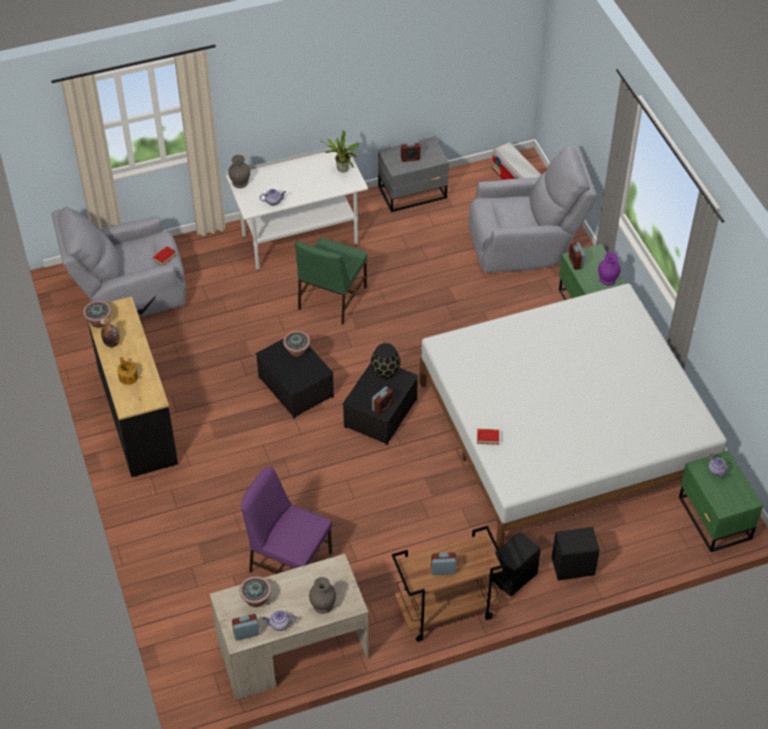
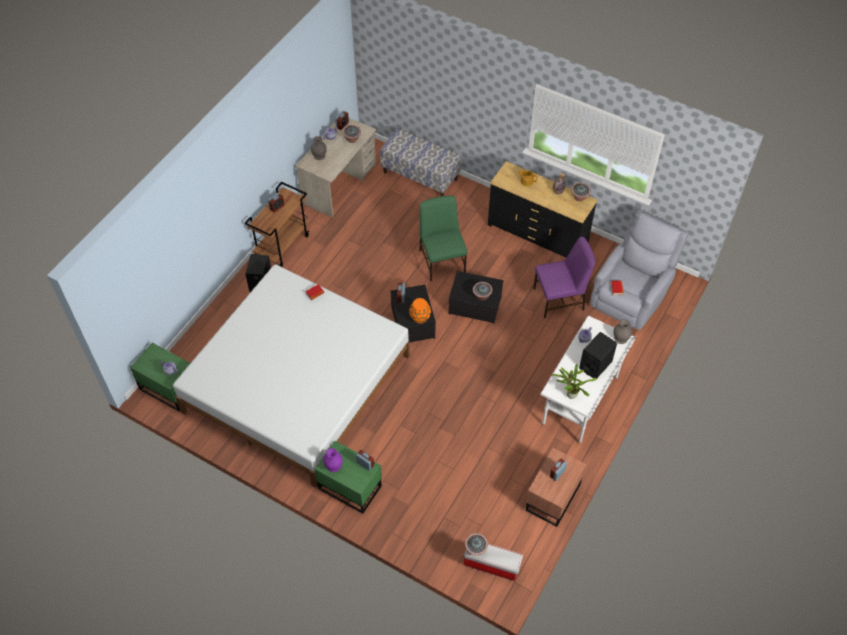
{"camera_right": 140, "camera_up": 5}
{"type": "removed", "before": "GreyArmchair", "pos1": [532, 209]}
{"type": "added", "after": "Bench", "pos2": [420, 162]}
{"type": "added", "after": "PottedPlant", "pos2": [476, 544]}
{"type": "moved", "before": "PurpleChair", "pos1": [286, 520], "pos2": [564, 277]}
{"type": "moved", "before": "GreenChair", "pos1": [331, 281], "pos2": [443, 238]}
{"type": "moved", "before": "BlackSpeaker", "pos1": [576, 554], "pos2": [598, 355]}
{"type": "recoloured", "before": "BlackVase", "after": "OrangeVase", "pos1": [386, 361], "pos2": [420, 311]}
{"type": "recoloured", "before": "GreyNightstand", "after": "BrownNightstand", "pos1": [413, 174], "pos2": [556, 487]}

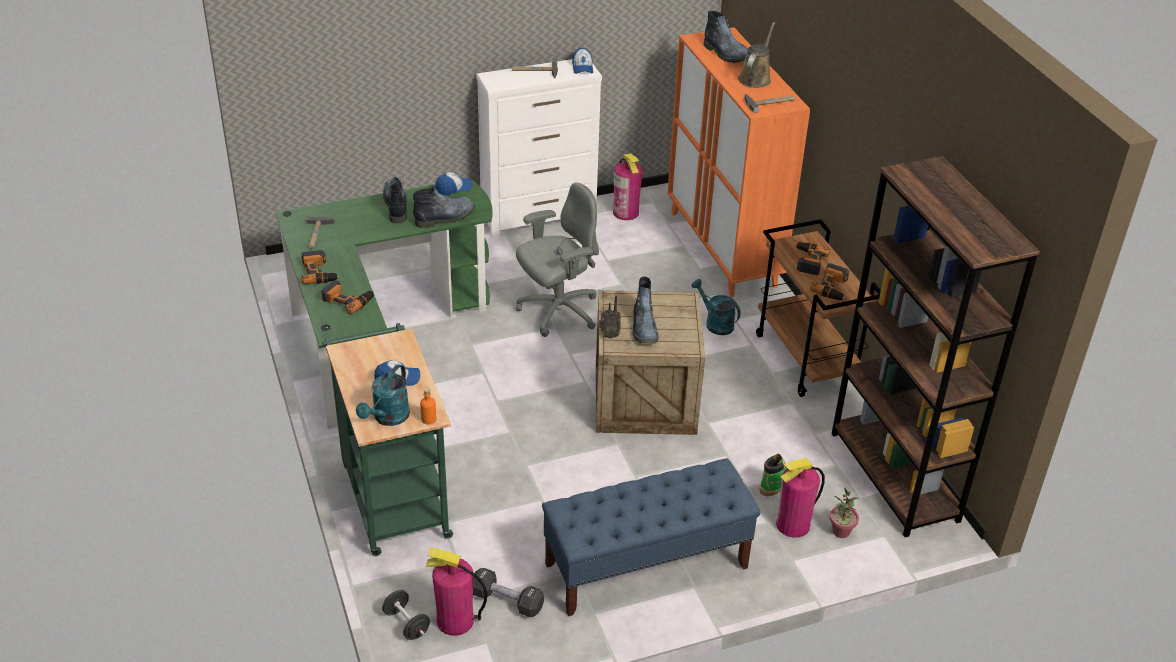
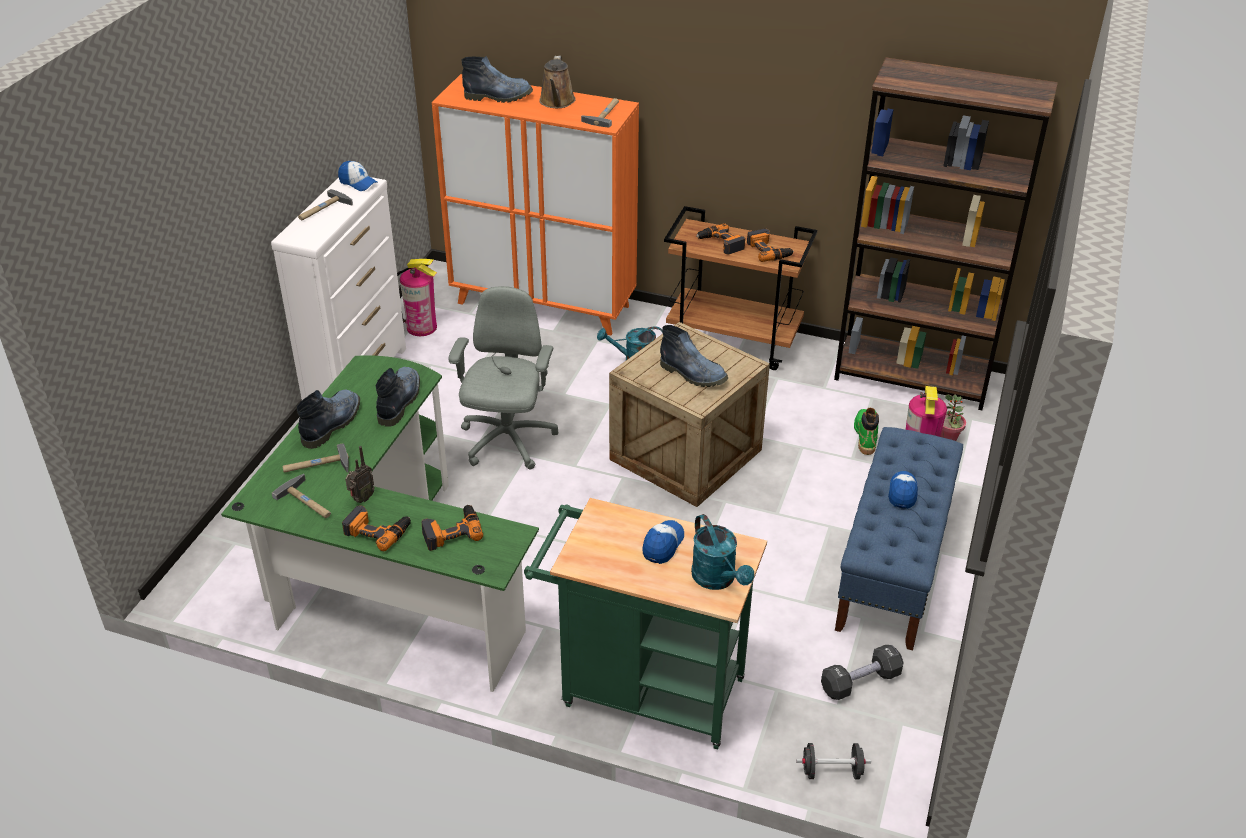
{"camera_right": -50, "camera_up": 0}
{"type": "removed", "before": "OrangeBottle", "pos1": [428, 406]}
{"type": "removed", "before": "FireExtinguisher", "pos1": [456, 591]}
{"type": "added", "after": "Hammer", "pos2": [315, 458]}
{"type": "moved", "before": "Cap", "pos1": [453, 184], "pos2": [903, 490]}
{"type": "moved", "before": "Radio", "pos1": [610, 316], "pos2": [360, 474]}
{"type": "turned", "before": "Boot", "pos1": [395, 200], "pos2": [328, 419], "turn": 90}
{"type": "turned", "before": "BrownWateringCan", "pos1": [756, 55], "pos2": [557, 82], "turn": -150}

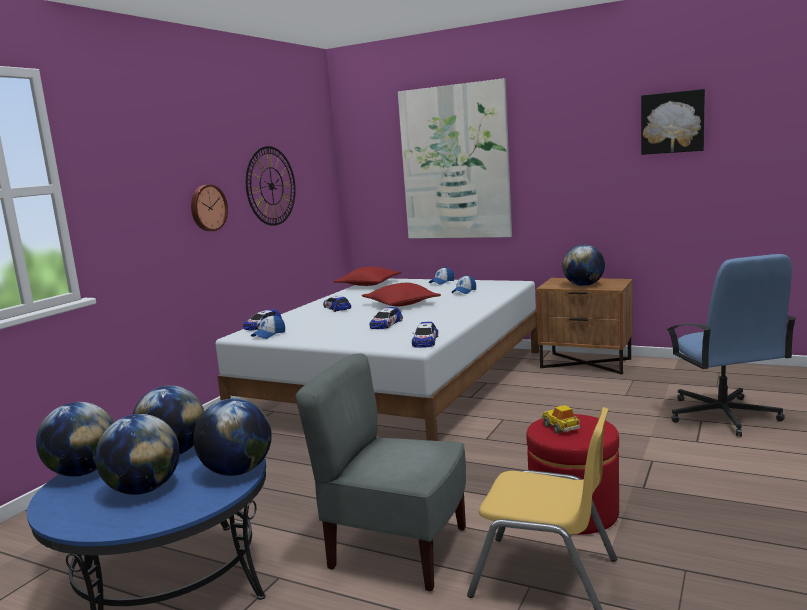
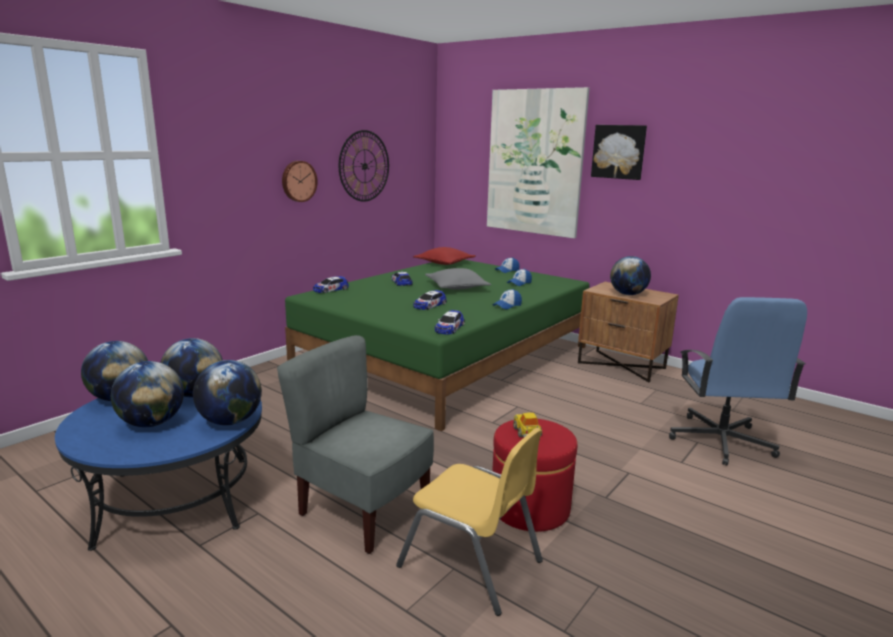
{"camera_right": 10, "camera_up": 5}
{"type": "moved", "before": "Cap", "pos1": [268, 327], "pos2": [507, 299]}
{"type": "moved", "before": "Picture", "pos1": [673, 122], "pos2": [619, 152]}
{"type": "recoloured", "before": "WhiteBed", "after": "GreenBed", "pos1": [377, 360], "pos2": [437, 345]}
{"type": "recoloured", "before": "RedPillow", "after": "GreyPillow", "pos1": [401, 294], "pos2": [458, 279]}

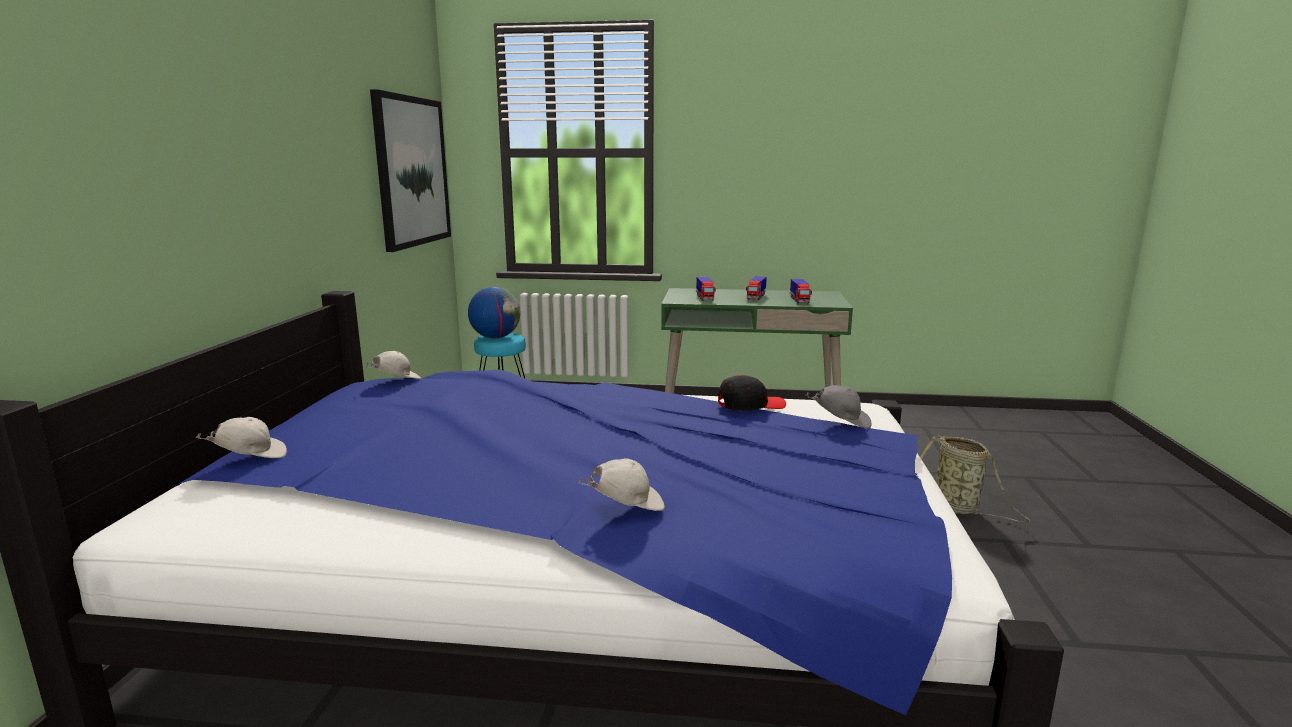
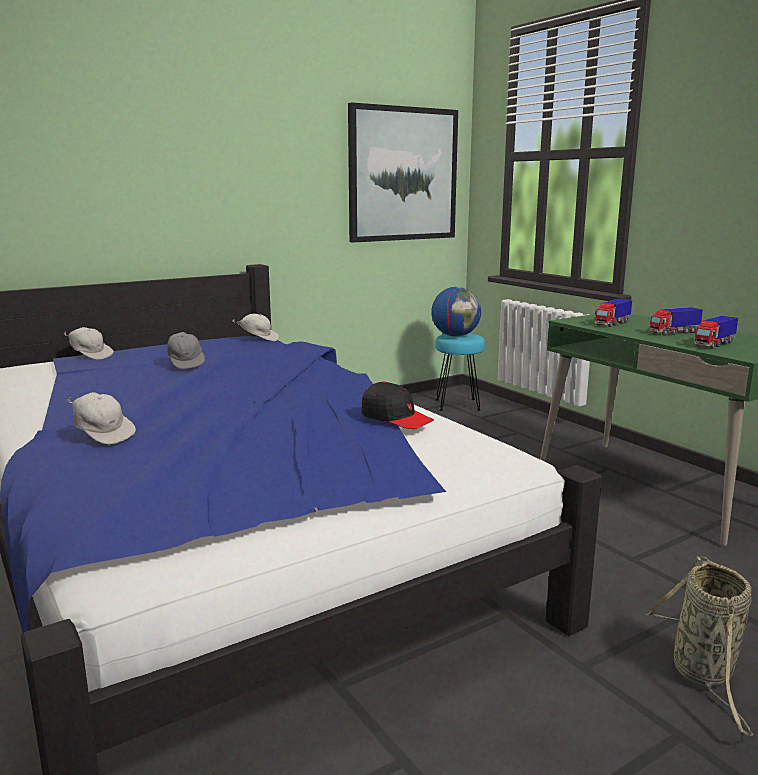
{"camera_right": 50, "camera_up": 0}
{"type": "moved", "before": "GreyCap", "pos1": [839, 407], "pos2": [186, 350]}

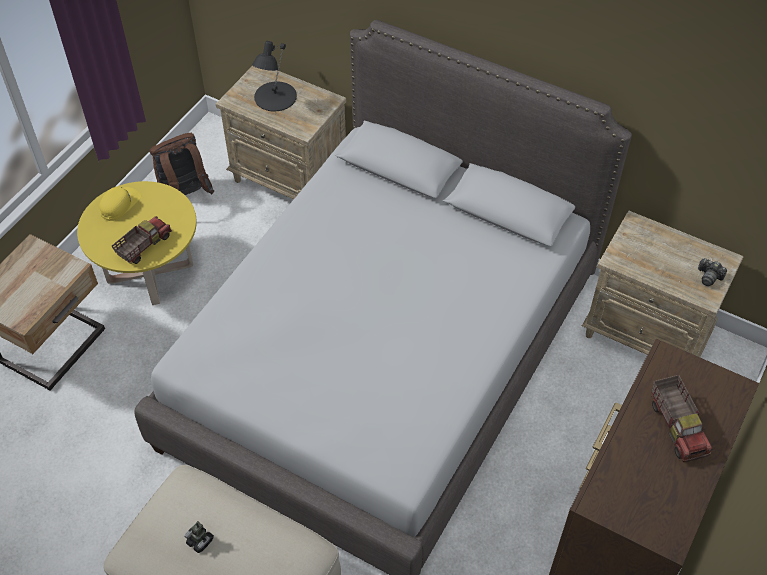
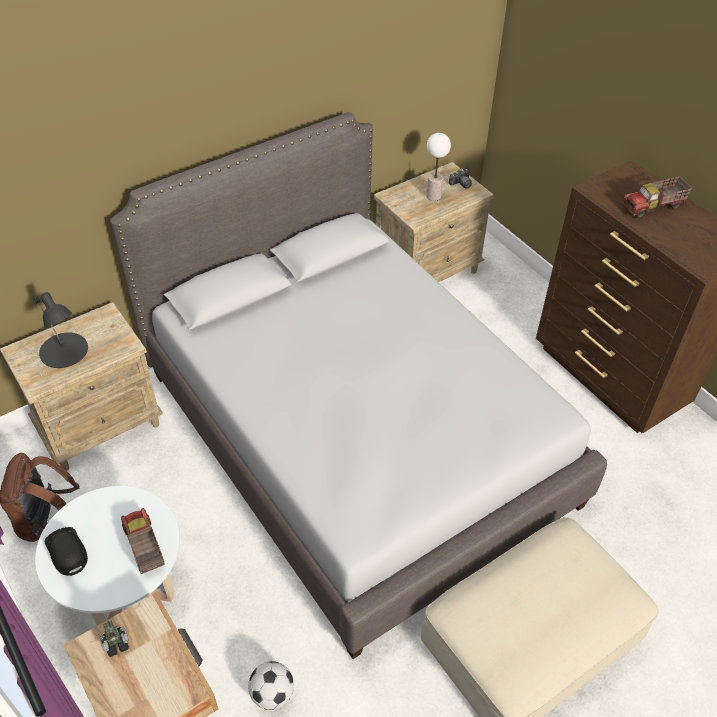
{"camera_right": -65, "camera_up": -5}
{"type": "added", "after": "Football", "pos2": [271, 685]}
{"type": "added", "after": "TableLamp", "pos2": [438, 167]}
{"type": "moved", "before": "ToyRobot", "pos1": [199, 537], "pos2": [114, 639]}
{"type": "recoloured", "before": "YellowCoffeeTable", "after": "WhiteCoffeeTable", "pos1": [137, 243], "pos2": [107, 556]}
{"type": "recoloured", "before": "YellowCap", "after": "BlackCap", "pos1": [120, 204], "pos2": [66, 551]}
{"type": "turned", "before": "ToyTruck", "pos1": [681, 418], "pos2": [657, 197], "turn": 150}

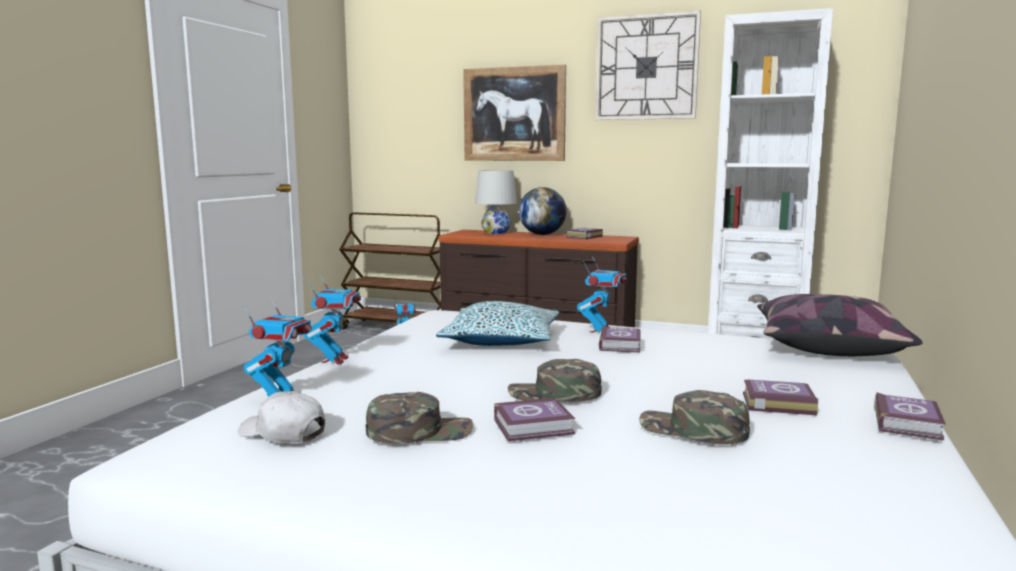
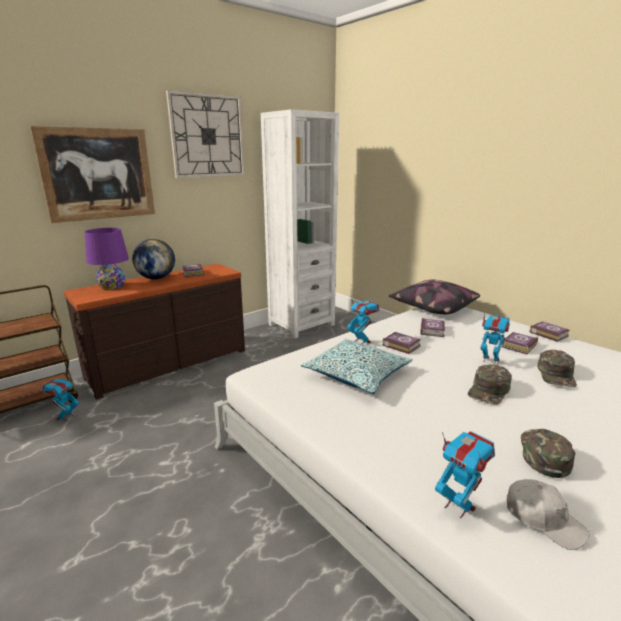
{"camera_right": -60, "camera_up": 10}
{"type": "moved", "before": "ToyRobot", "pos1": [332, 319], "pos2": [495, 338]}
{"type": "moved", "before": "Book", "pos1": [534, 419], "pos2": [432, 327]}
{"type": "recoloured", "before": "WhiteTableLamp", "after": "PurpleTableLamp", "pos1": [496, 202], "pos2": [106, 258]}
{"type": "turned", "before": "WhiteCap", "pos1": [281, 417], "pos2": [548, 514], "turn": -105}
{"type": "turned", "before": "GreenCap", "pos1": [694, 417], "pos2": [557, 368], "turn": -45}

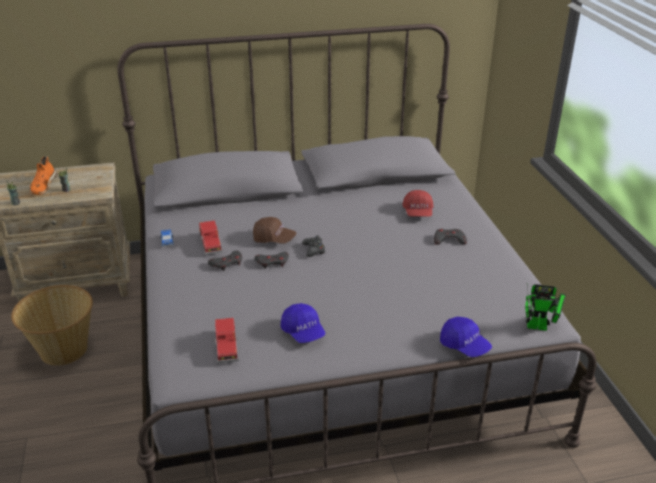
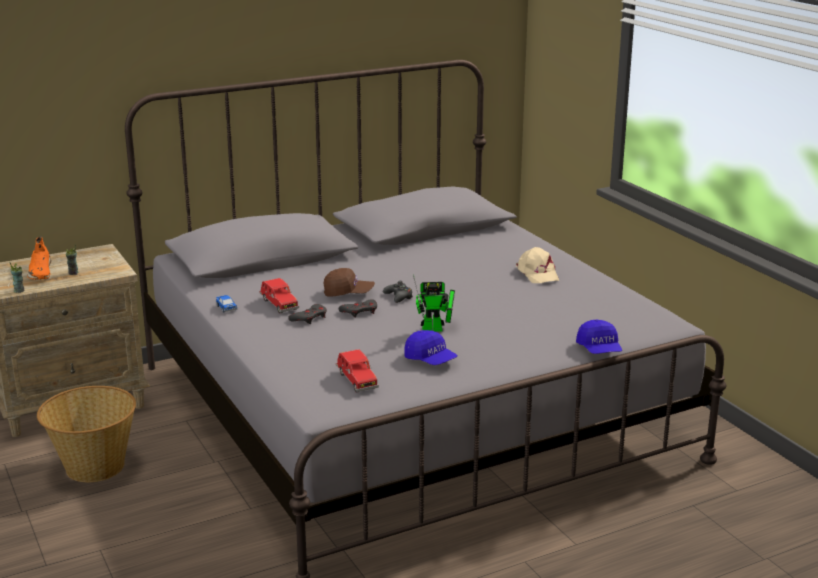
{"camera_right": -15, "camera_up": -10}
{"type": "removed", "before": "RedCap", "pos1": [417, 203]}
{"type": "moved", "before": "ToyRobot", "pos1": [545, 307], "pos2": [434, 303]}
{"type": "replaced", "before": "GreyGameController", "after": "BeigeCap", "pos1": [450, 237], "pos2": [537, 265]}
{"type": "turned", "before": "BlueCap", "pos1": [466, 337], "pos2": [599, 337], "turn": 45}

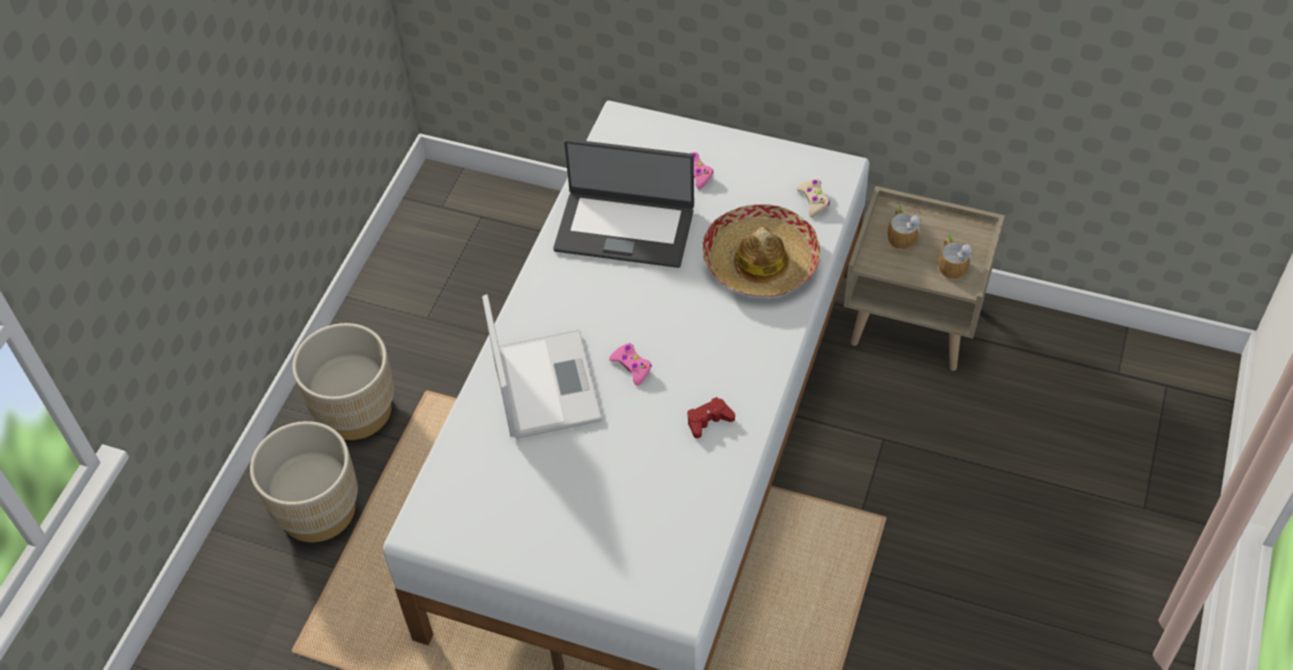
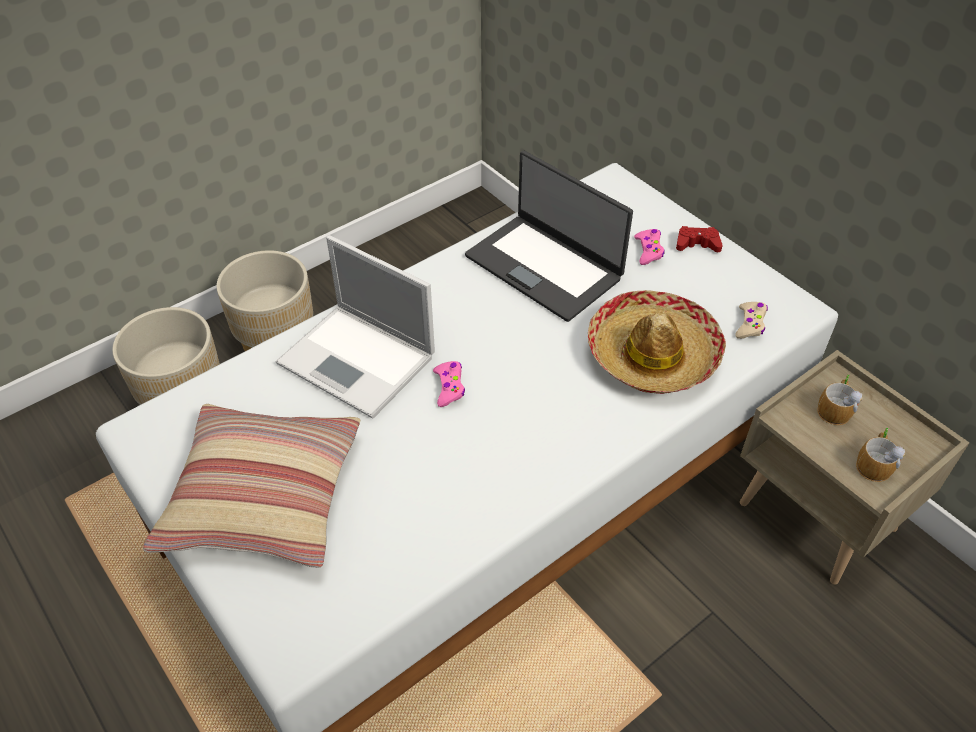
{"camera_right": 30, "camera_up": -5}
{"type": "added", "after": "Pillow", "pos2": [251, 486]}
{"type": "moved", "before": "RedGameController", "pos1": [711, 417], "pos2": [699, 239]}
{"type": "turned", "before": "Laptop", "pos1": [542, 366], "pos2": [355, 327], "turn": 105}

